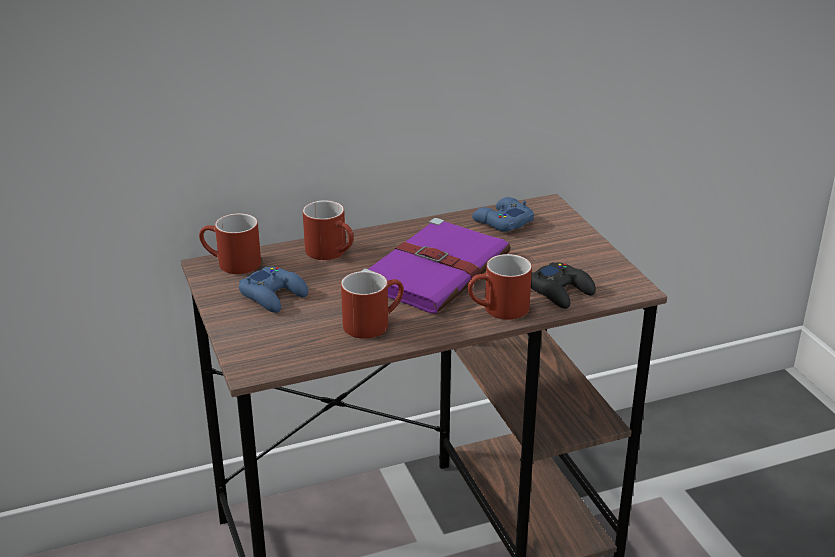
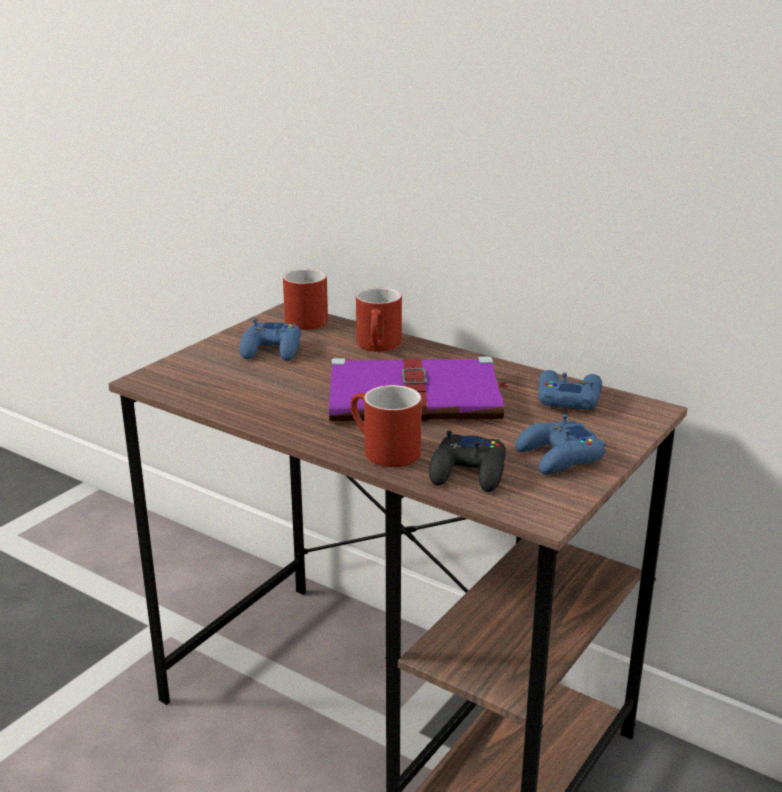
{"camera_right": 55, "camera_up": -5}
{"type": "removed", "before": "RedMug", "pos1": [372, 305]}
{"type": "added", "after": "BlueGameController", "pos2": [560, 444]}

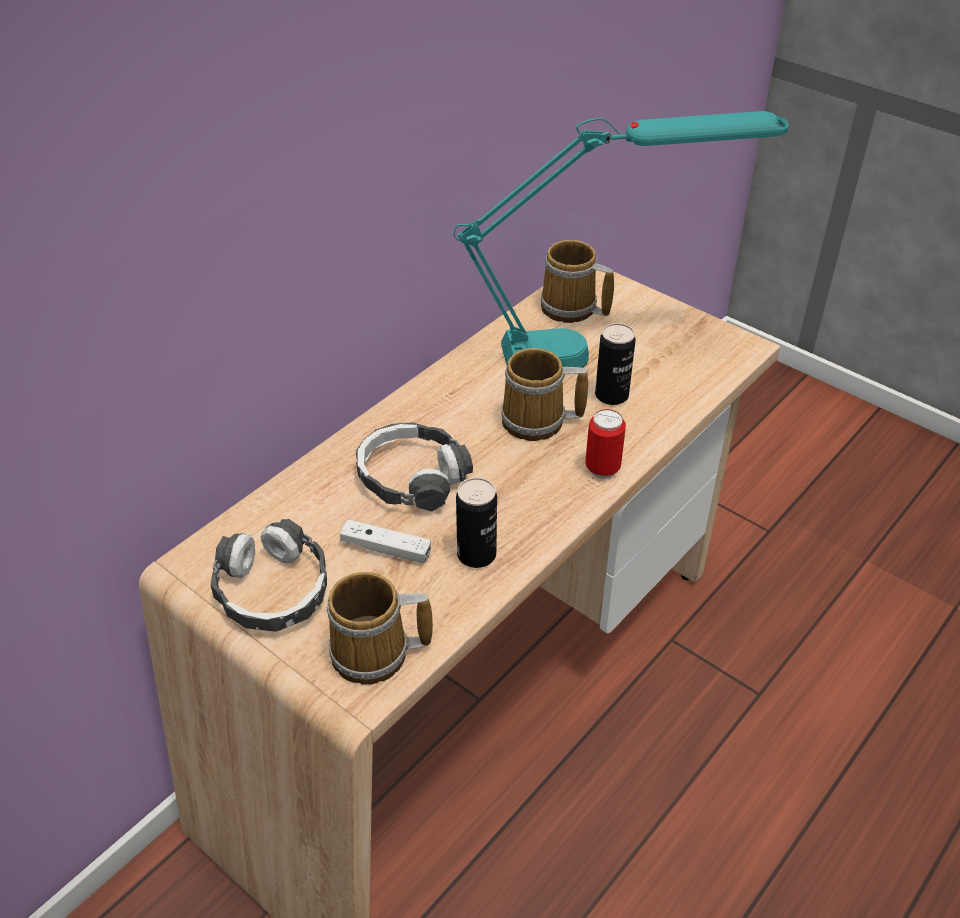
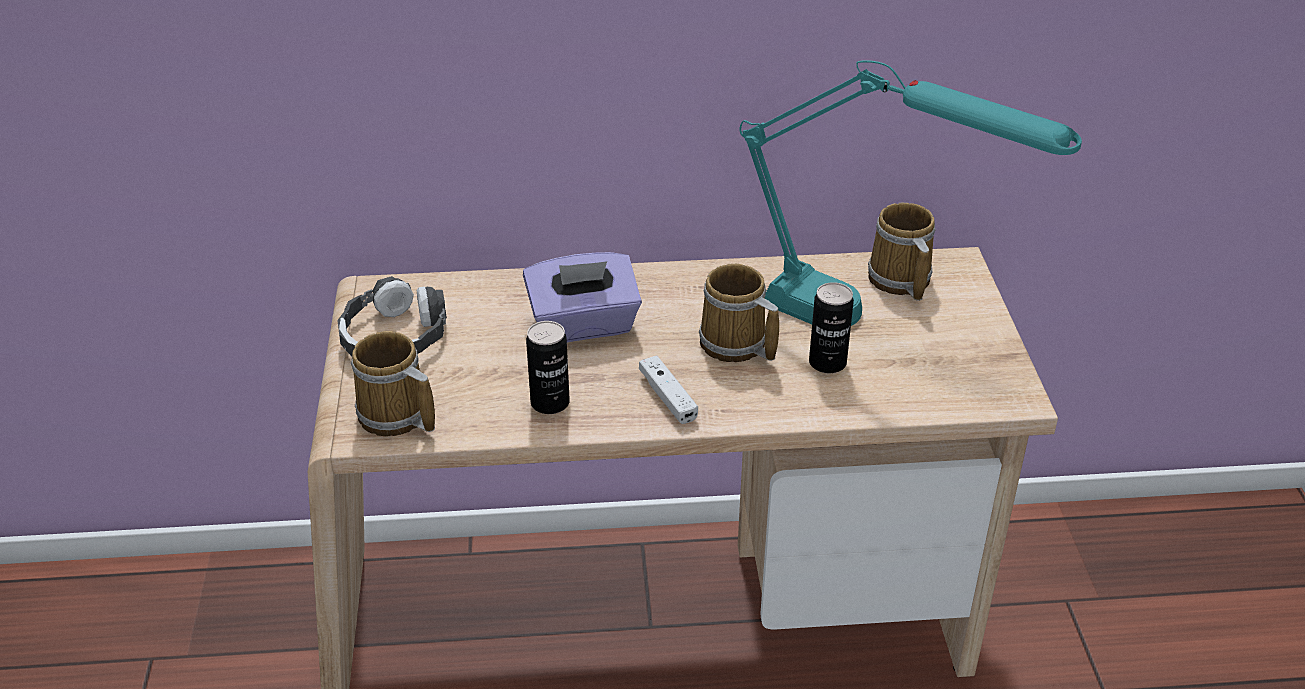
{"camera_right": 45, "camera_up": -5}
{"type": "removed", "before": "Can", "pos1": [605, 444]}
{"type": "moved", "before": "WhiteGameController", "pos1": [385, 541], "pos2": [668, 389]}
{"type": "replaced", "before": "Headphones", "after": "PurpleTissueBox", "pos1": [414, 467], "pos2": [582, 297]}

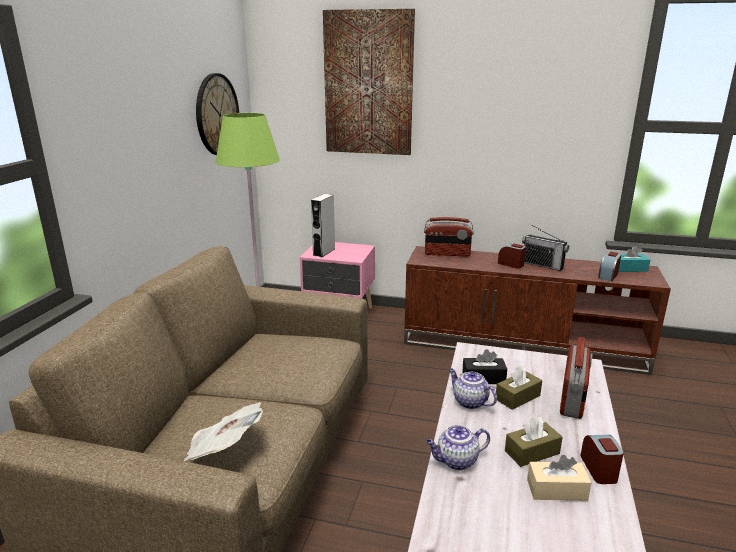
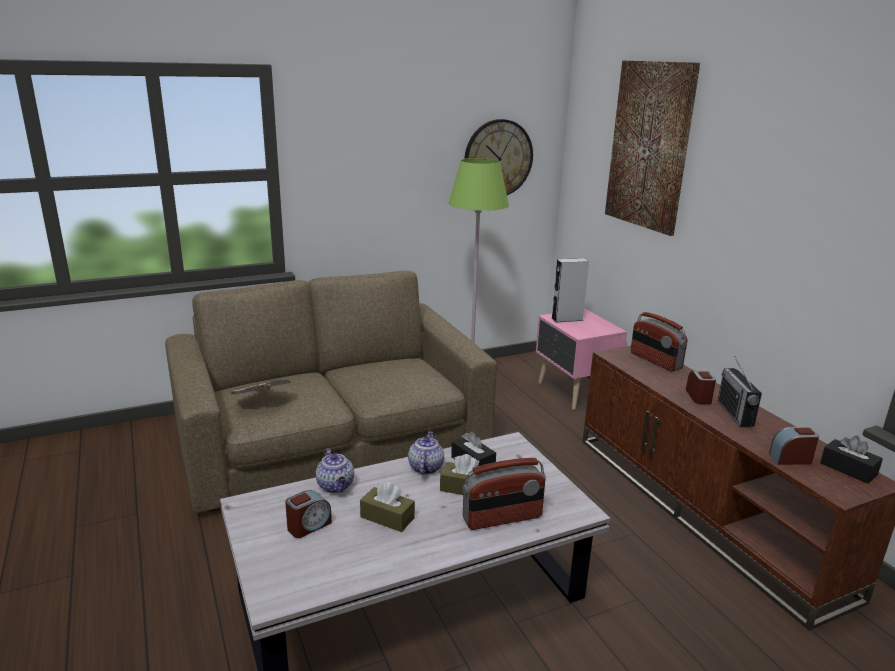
{"camera_right": 50, "camera_up": 0}
{"type": "removed", "before": "BeigeTissueBox", "pos1": [559, 478]}
{"type": "moved", "before": "AlarmClock", "pos1": [602, 459], "pos2": [308, 514]}
{"type": "recoloured", "before": "TurquoiseTissueBox", "after": "BlackTissueBox", "pos1": [634, 258], "pos2": [851, 459]}
{"type": "turned", "before": "Teapot", "pos1": [458, 447], "pos2": [335, 470], "turn": -150}

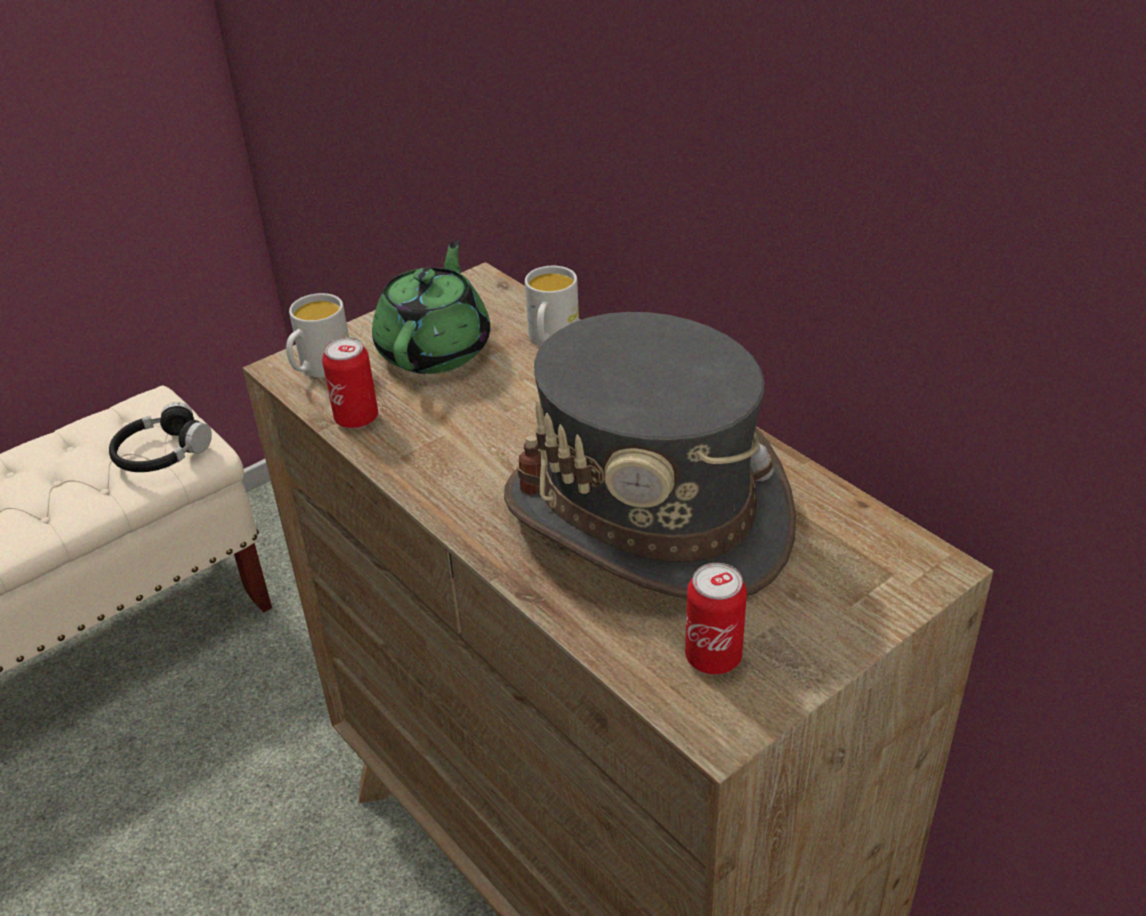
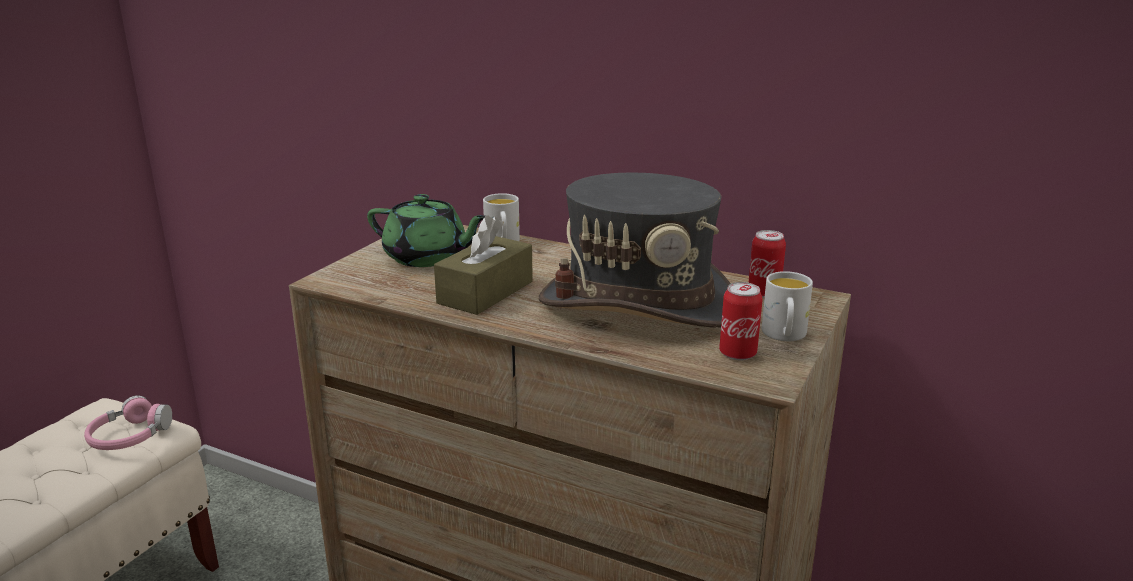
{"camera_right": -25, "camera_up": -15}
{"type": "added", "after": "BrownTissueBox", "pos2": [483, 265]}
{"type": "moved", "before": "WhiteMug", "pos1": [317, 335], "pos2": [787, 306]}
{"type": "moved", "before": "Can", "pos1": [350, 383], "pos2": [767, 264]}
{"type": "recoloured", "before": "BlackHeadphones", "after": "PinkHeadphones", "pos1": [160, 437], "pos2": [128, 422]}
{"type": "turned", "before": "GreenTeapot", "pos1": [431, 307], "pos2": [426, 230], "turn": 120}

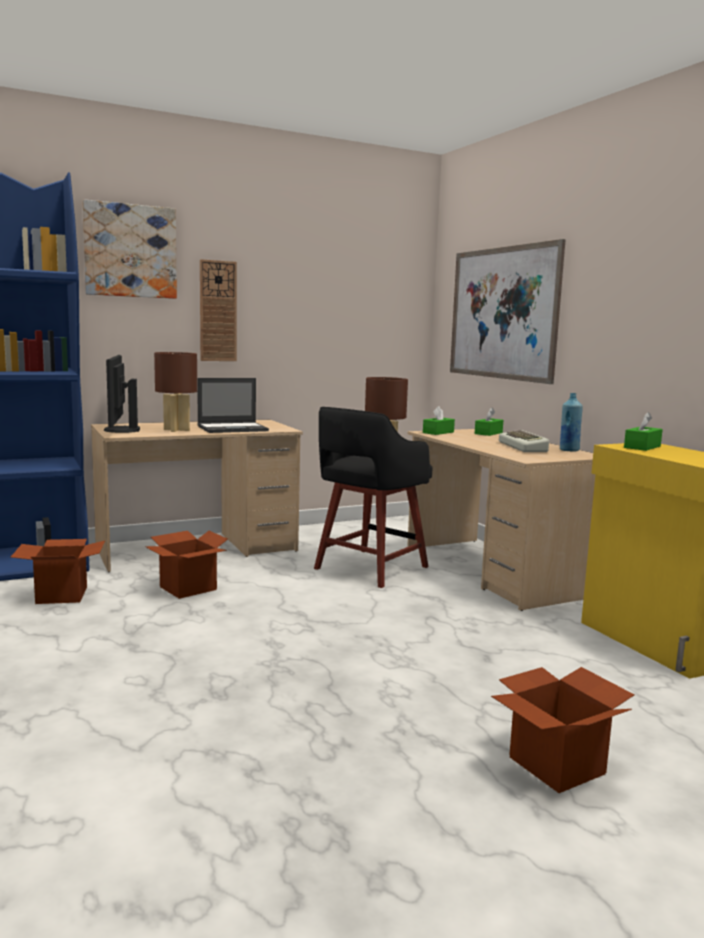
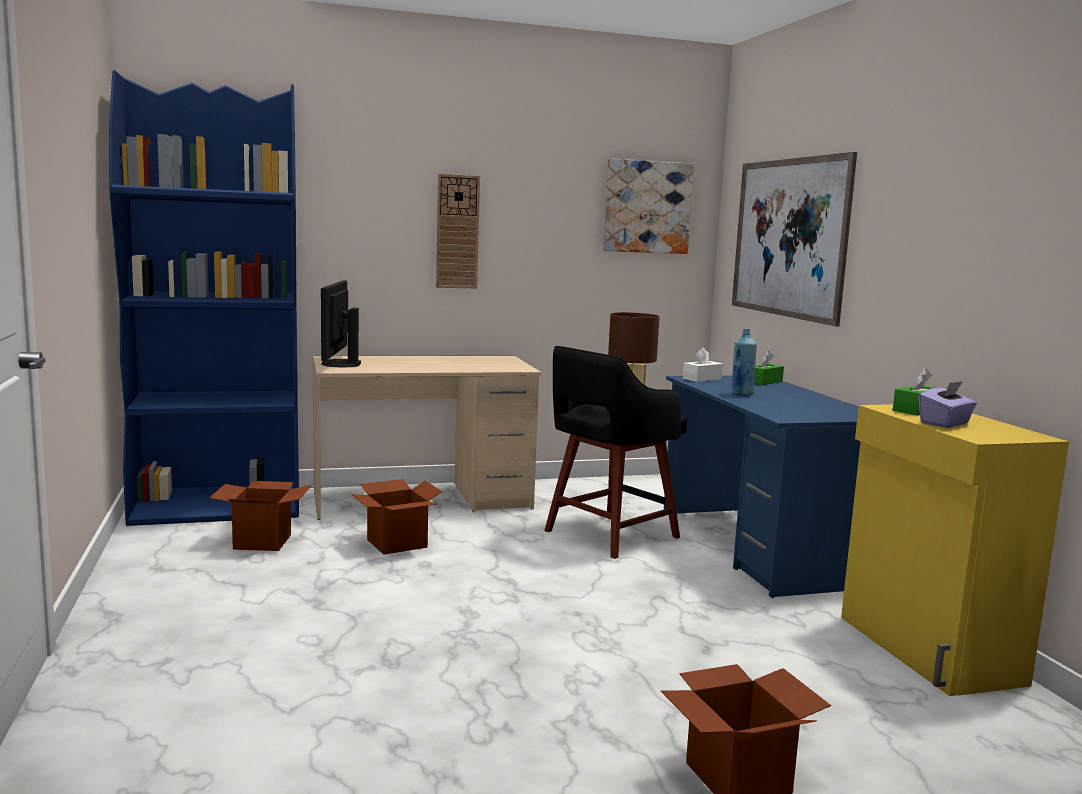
{"camera_right": 10, "camera_up": 0}
{"type": "removed", "before": "BrownTableLamp", "pos1": [175, 392]}
{"type": "removed", "before": "Laptop", "pos1": [233, 405]}
{"type": "removed", "before": "Keyboard", "pos1": [524, 441]}
{"type": "added", "after": "PurpleTissueBox", "pos2": [948, 404]}
{"type": "moved", "before": "Picture", "pos1": [129, 249], "pos2": [648, 206]}
{"type": "moved", "before": "BlueBottle", "pos1": [571, 422], "pos2": [744, 362]}
{"type": "recoloured", "before": "BeigeDesk", "after": "BlueDesk", "pos1": [501, 520], "pos2": [762, 486]}
{"type": "recoloured", "before": "GreenTissueBox", "after": "WhiteTissueBox", "pos1": [439, 420], "pos2": [703, 365]}

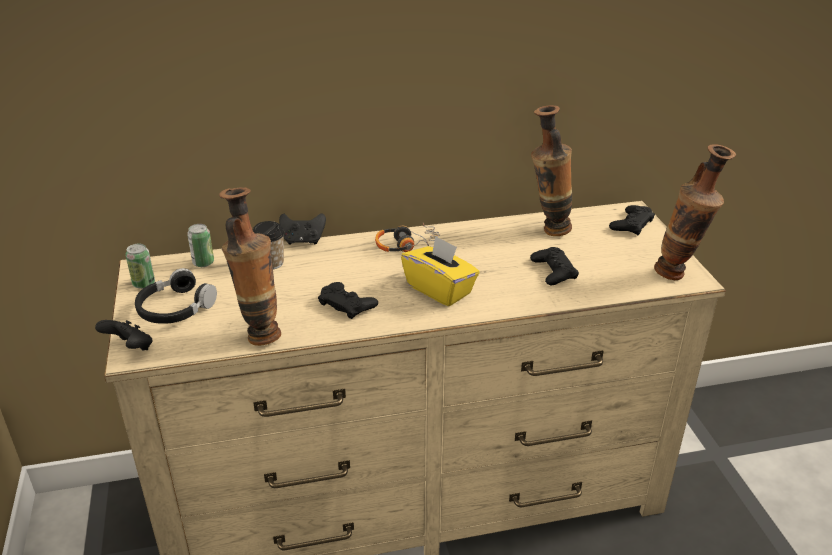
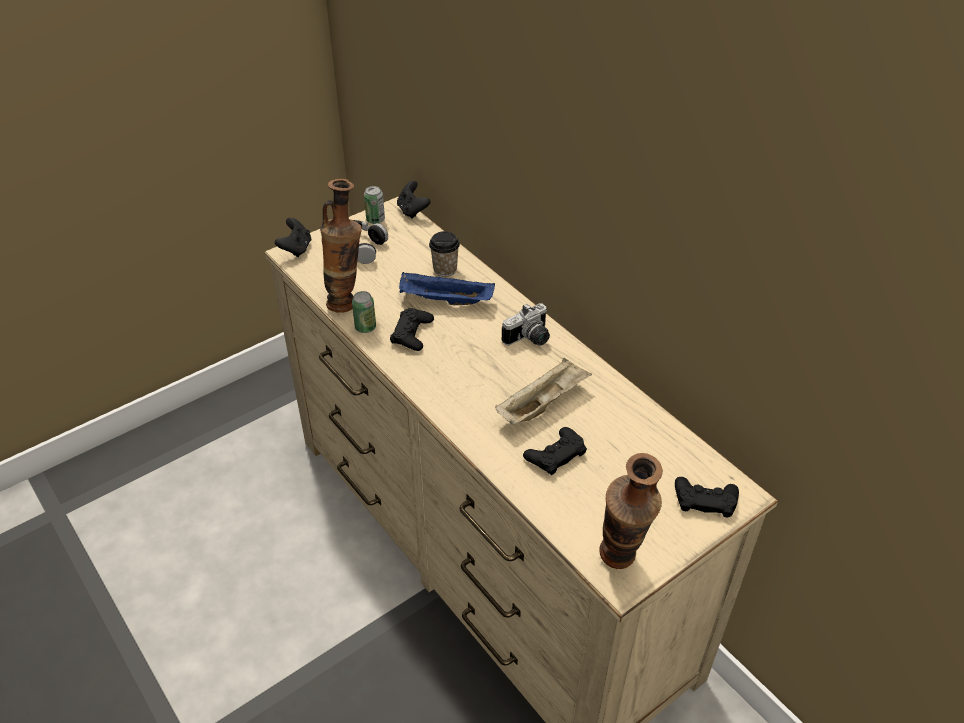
{"camera_right": 65, "camera_up": 10}
{"type": "removed", "before": "YellowTissueBox", "pos1": [440, 271]}
{"type": "removed", "before": "Vase", "pos1": [551, 170]}
{"type": "added", "after": "BlueTray", "pos2": [447, 288]}
{"type": "added", "after": "BeigeTray", "pos2": [543, 391]}
{"type": "moved", "before": "Can", "pos1": [200, 245], "pos2": [364, 312]}
{"type": "moved", "before": "BlackGameController", "pos1": [302, 229], "pos2": [414, 200]}
{"type": "replaced", "before": "Headphones", "after": "PhotoCamera", "pos1": [407, 237], "pos2": [526, 324]}

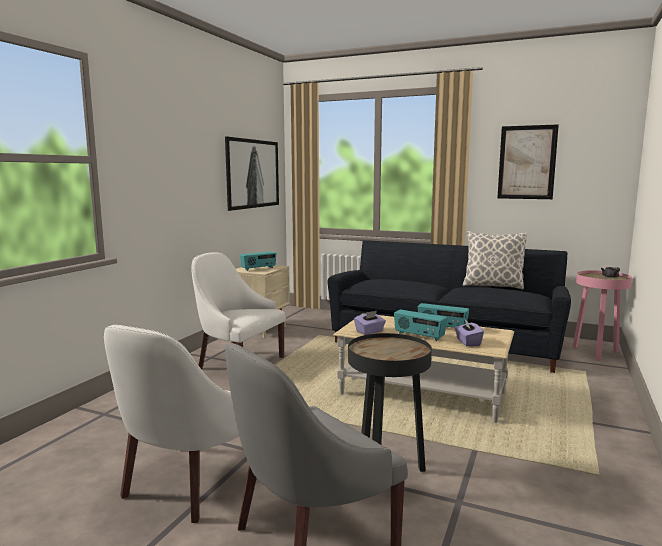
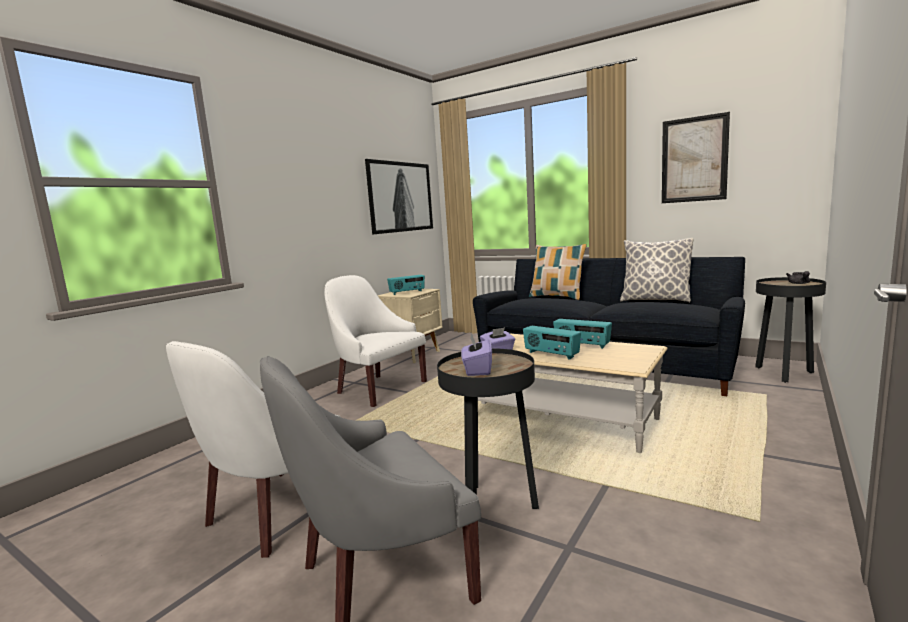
{"camera_right": 10, "camera_up": 0}
{"type": "added", "after": "Pillow", "pos2": [558, 272]}
{"type": "moved", "before": "PurpleTissueBox", "pos1": [469, 332], "pos2": [476, 354]}
{"type": "recoloured", "before": "PinkSideTable", "after": "BlackSideTable", "pos1": [602, 315], "pos2": [790, 330]}

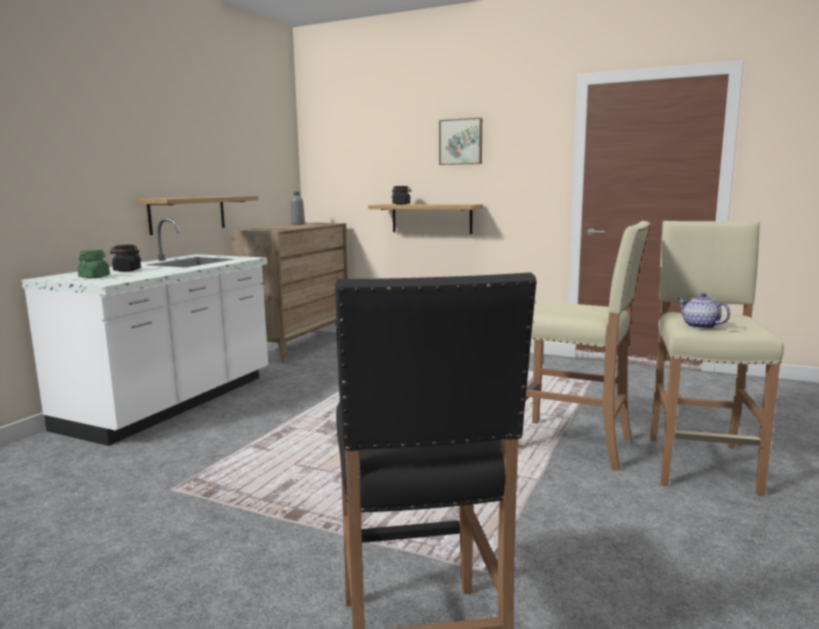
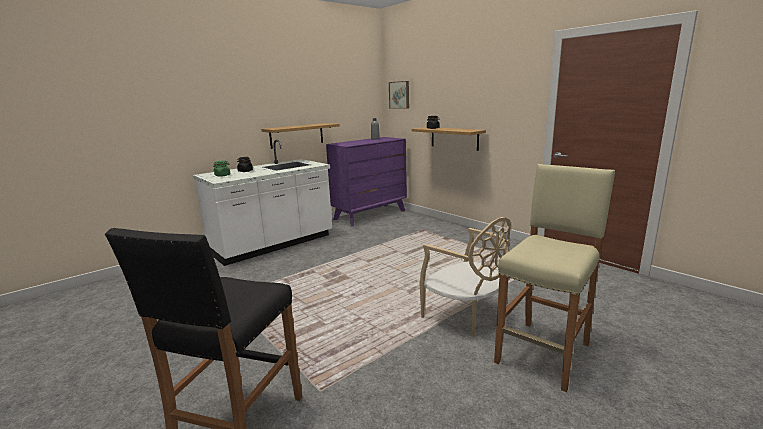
{"camera_right": 25, "camera_up": 5}
{"type": "removed", "before": "Teapot", "pos1": [704, 311]}
{"type": "moved", "before": "Picture", "pos1": [460, 141], "pos2": [399, 95]}
{"type": "replaced", "before": "BeigeStool", "after": "BeigeChair", "pos1": [588, 346], "pos2": [465, 277]}
{"type": "recoloured", "before": "BrownDresser", "after": "PurpleDresser", "pos1": [289, 293], "pos2": [366, 182]}

